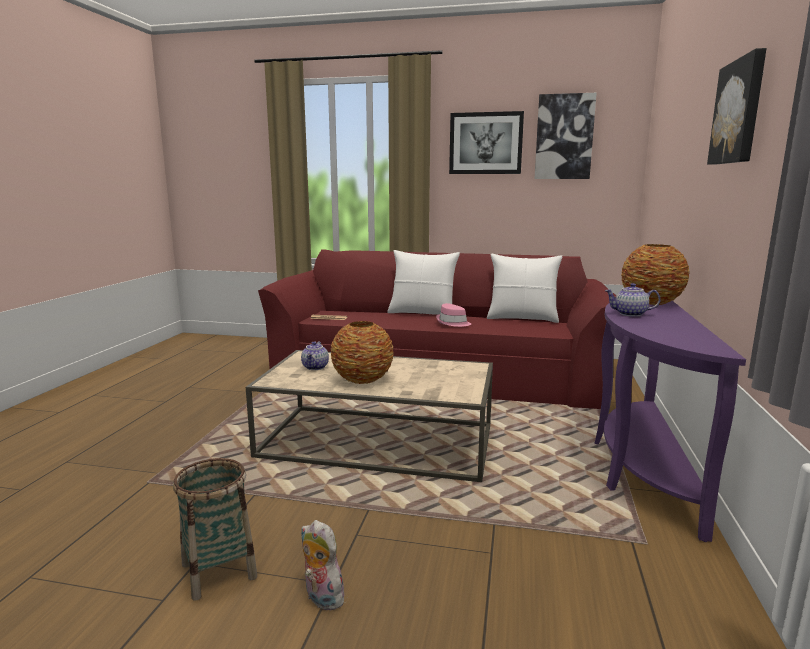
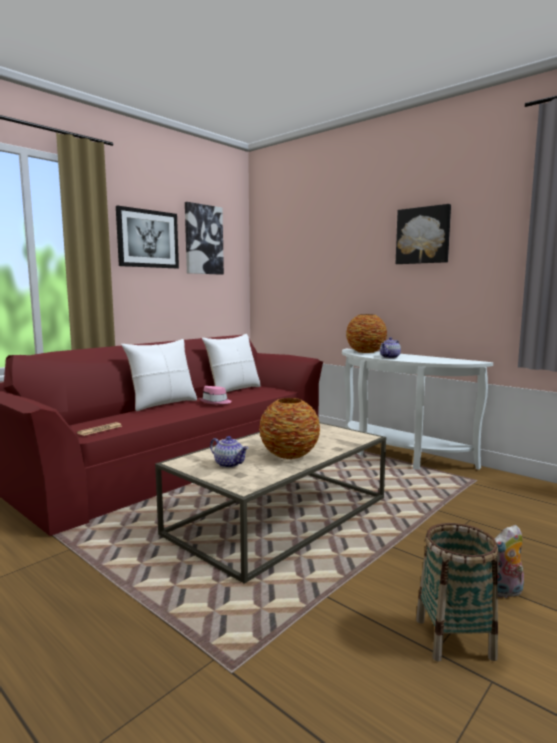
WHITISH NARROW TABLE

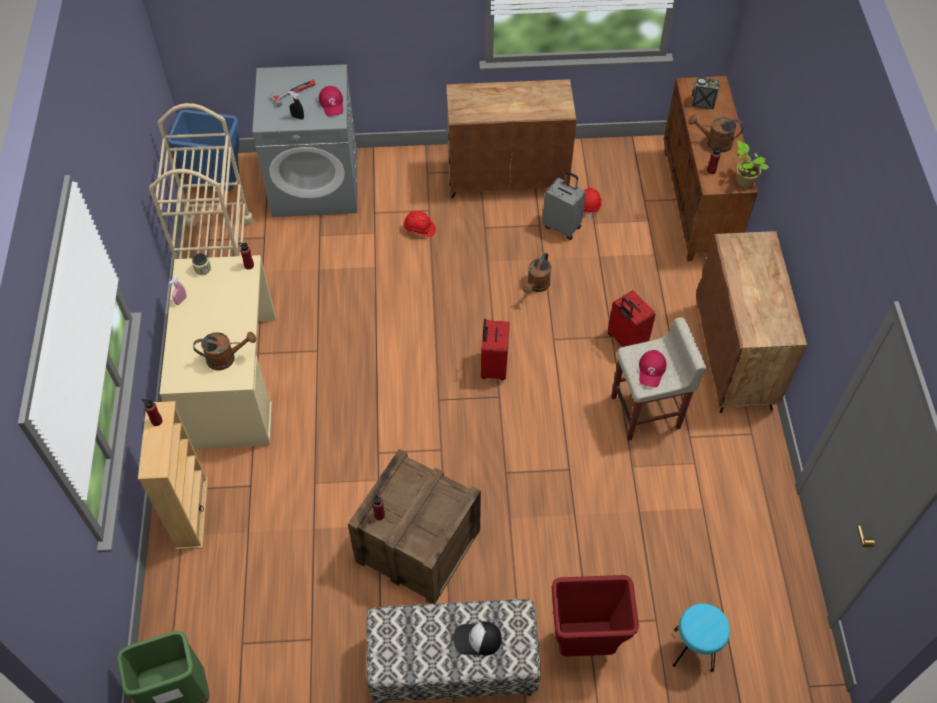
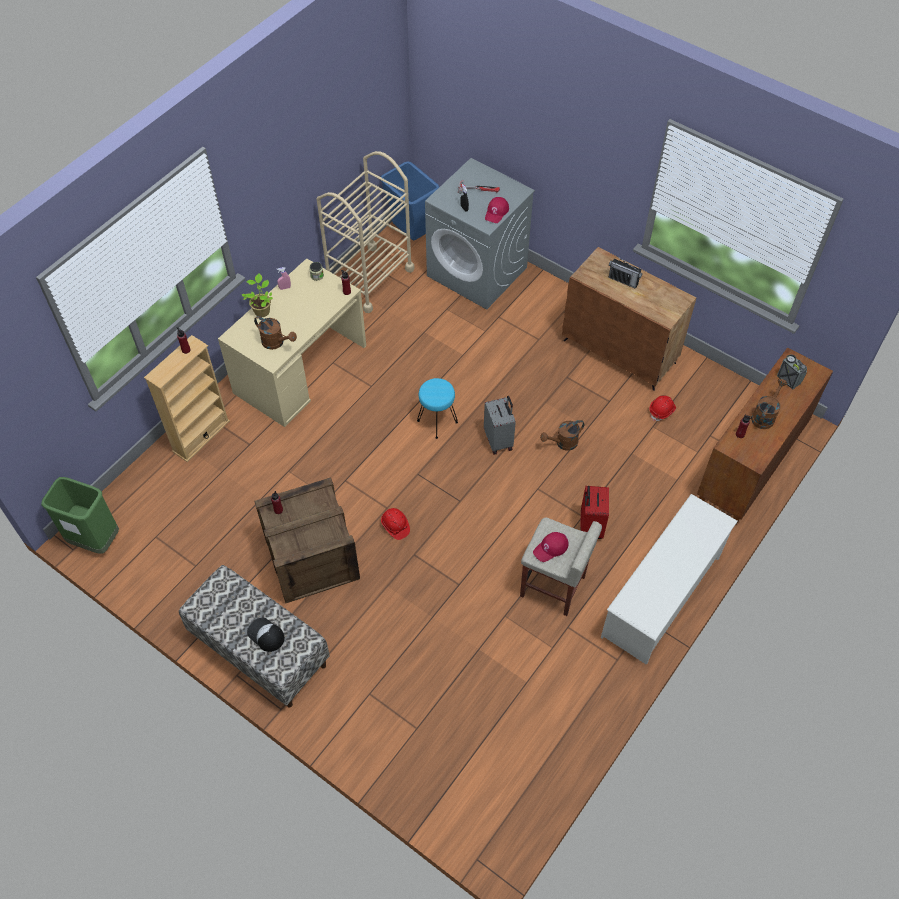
POTTED PLANT; REDDISH WORK HELMET (1st from left); BLUE-GREEN STOOL; GREYISH PIECE OF LUGGAGE; WHITISH SHOE STAND; RADIO SET (1st from left); BROWN-COLOURED SPRINKLING CAN (3rd from left); REDDISH PIECE OF LUGGAGE (1st from left in the first image); REDDISH TRASH CAN

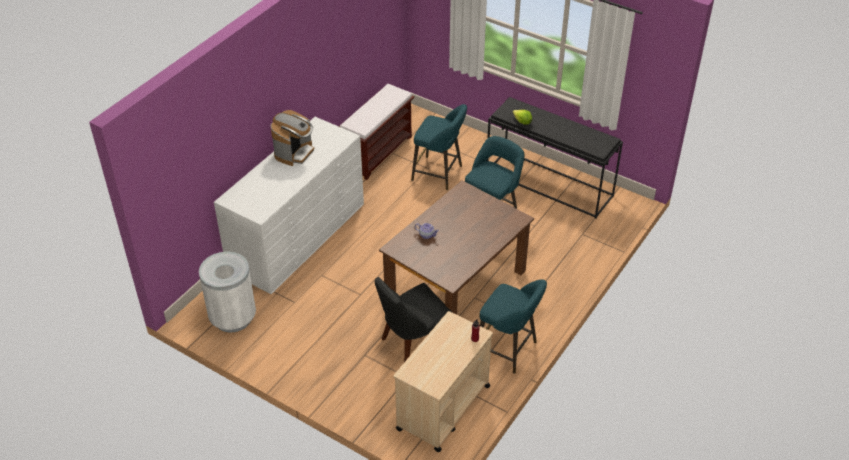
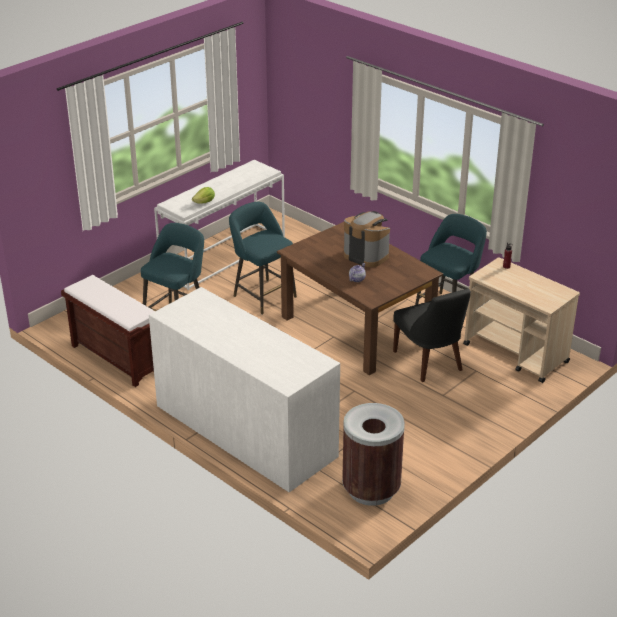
WHITISH NARROW TABLE; BROWN-COLOURED TRASH CAN; COFFEE MAKER

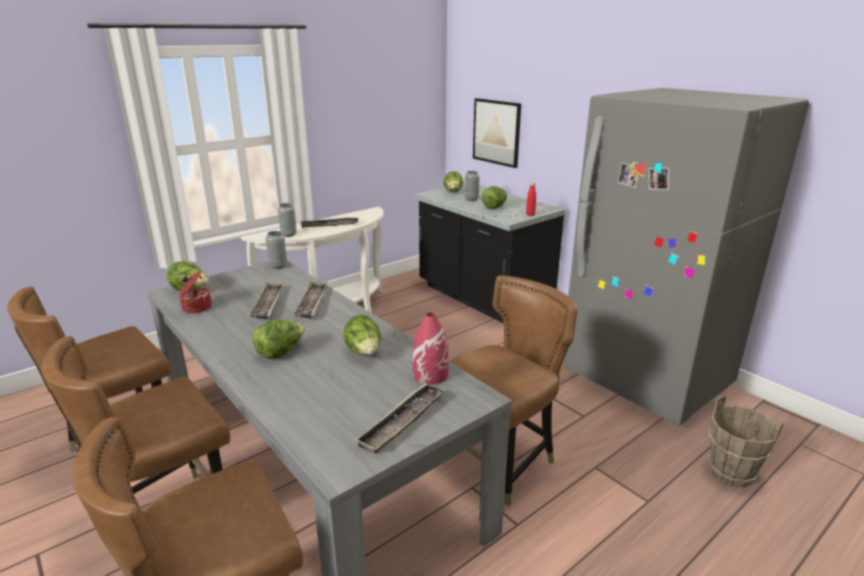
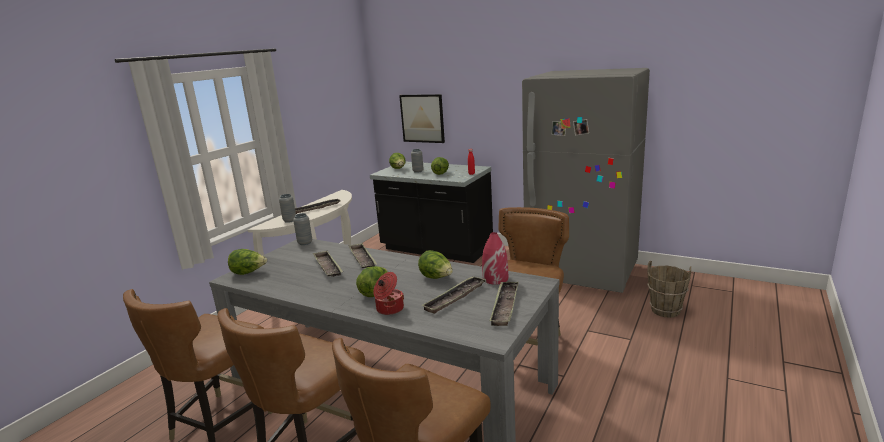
SAUCEPOT; CARRYING TRAY (4th from left)

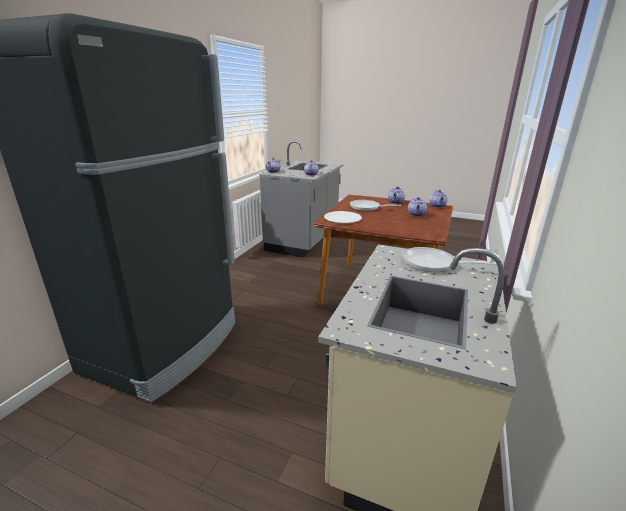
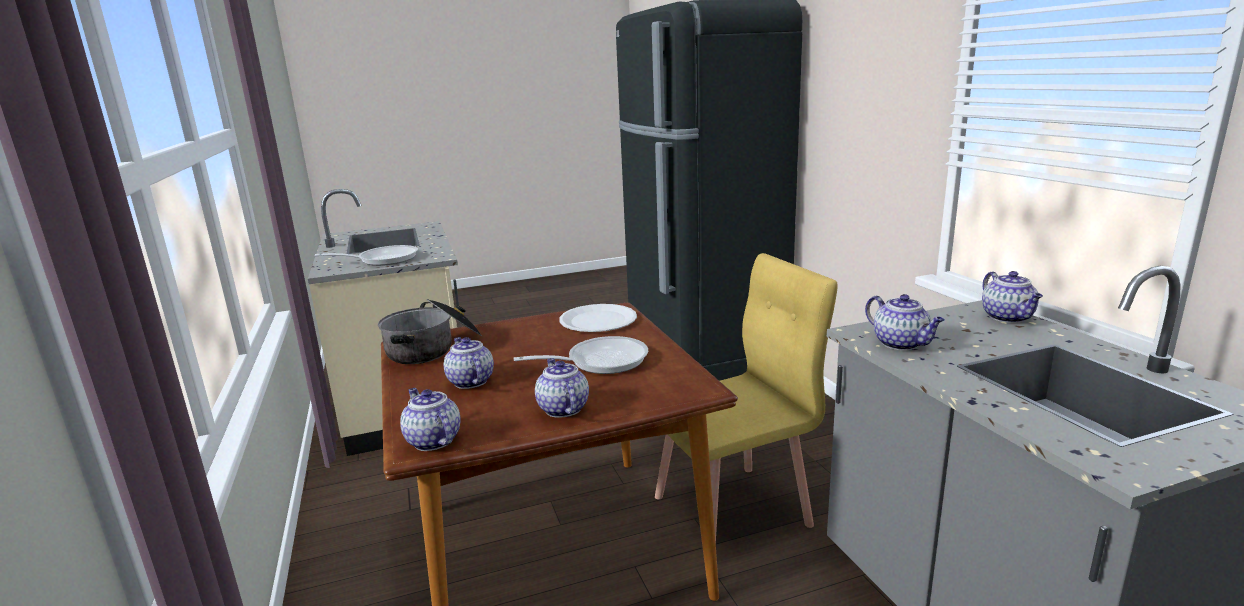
SAUCEPOT; YELLOWISH CHAIR

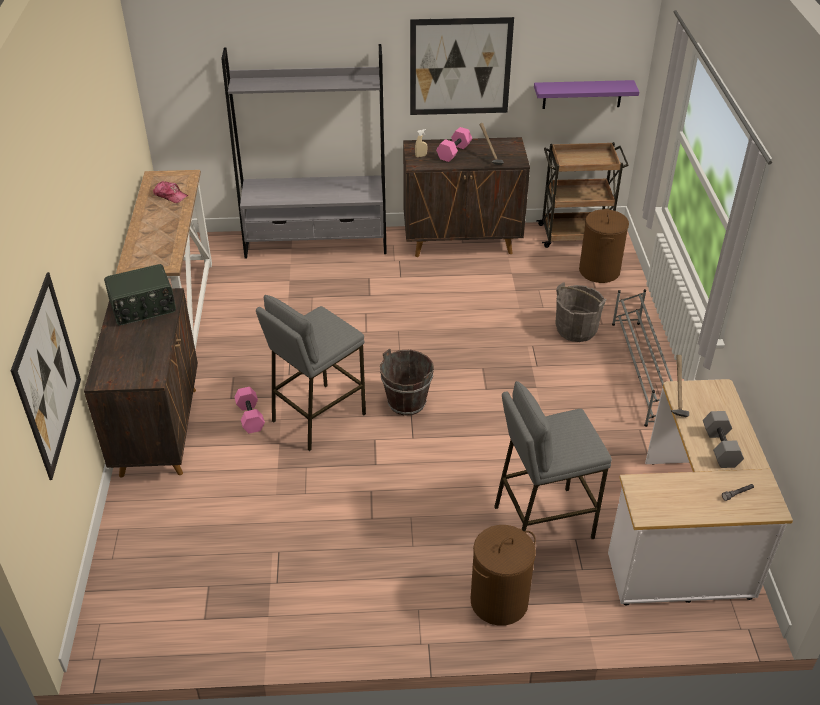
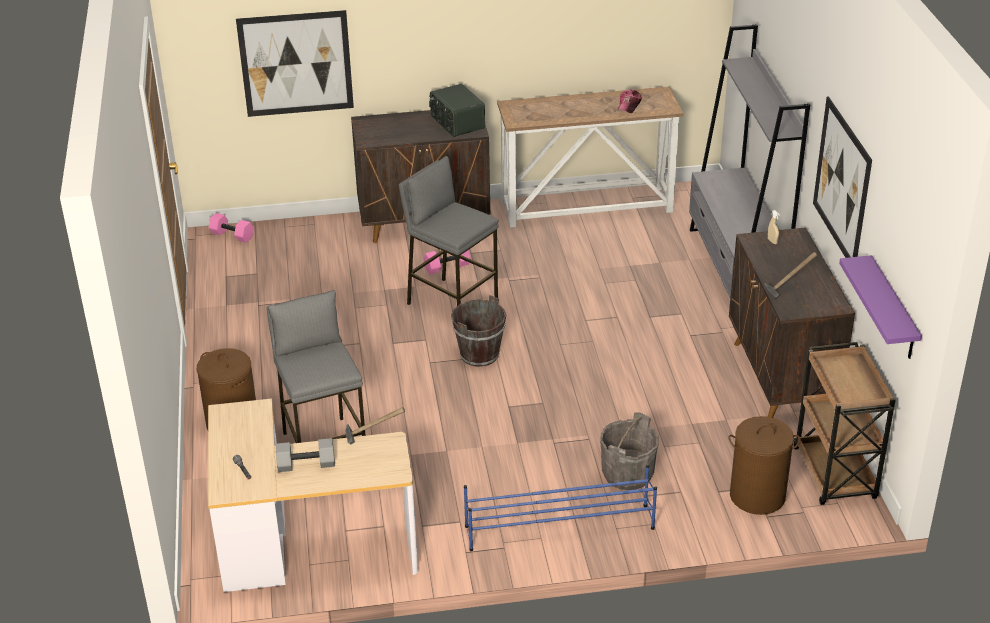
PINK-COLOURED HAND WEIGHT (1st from left); BLUE SHOE STAND

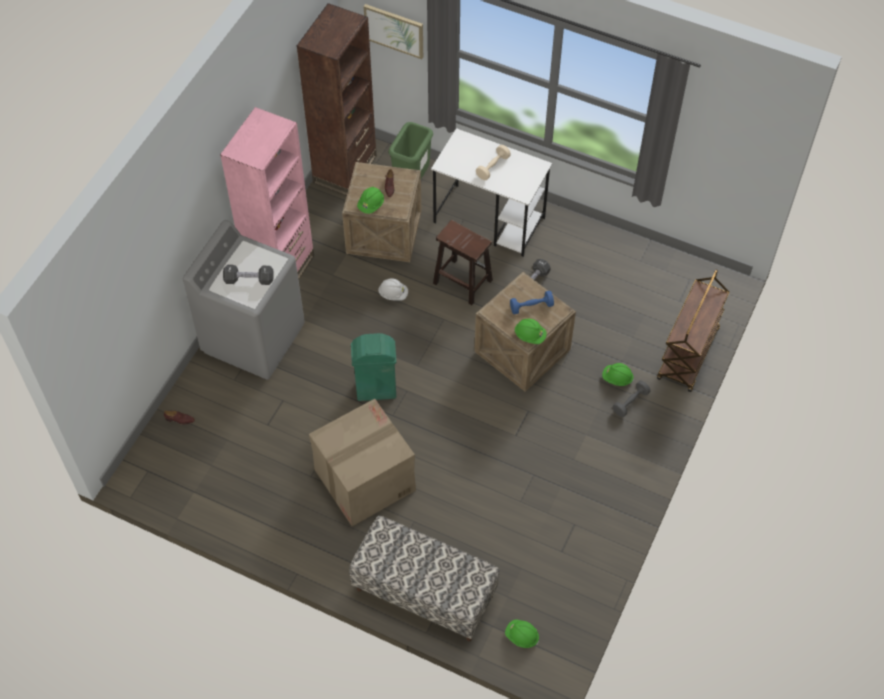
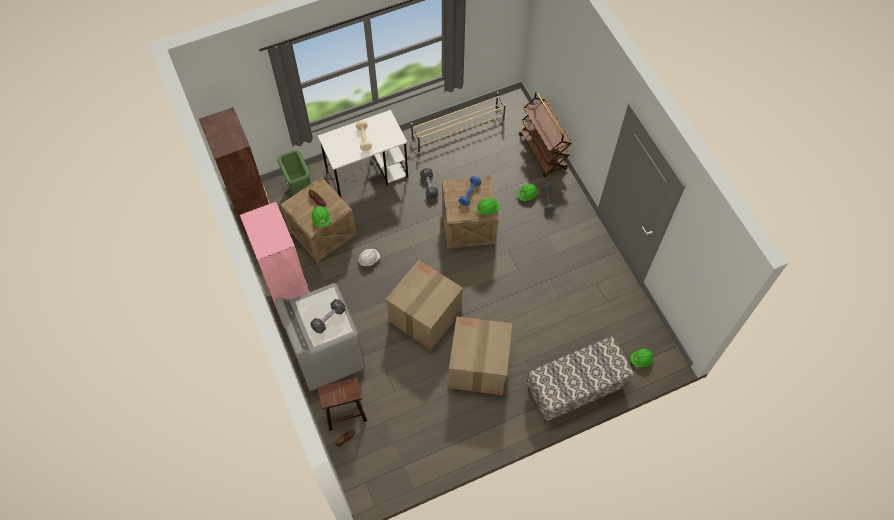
BROWN-COLOURED STOOL; PACKING BOX (1st from left); BEIGE SHOE STAND; WALL ART

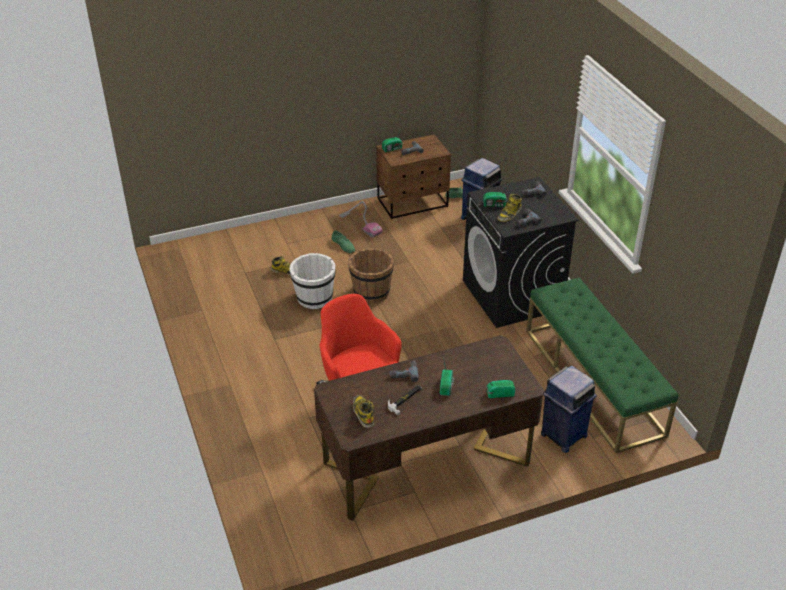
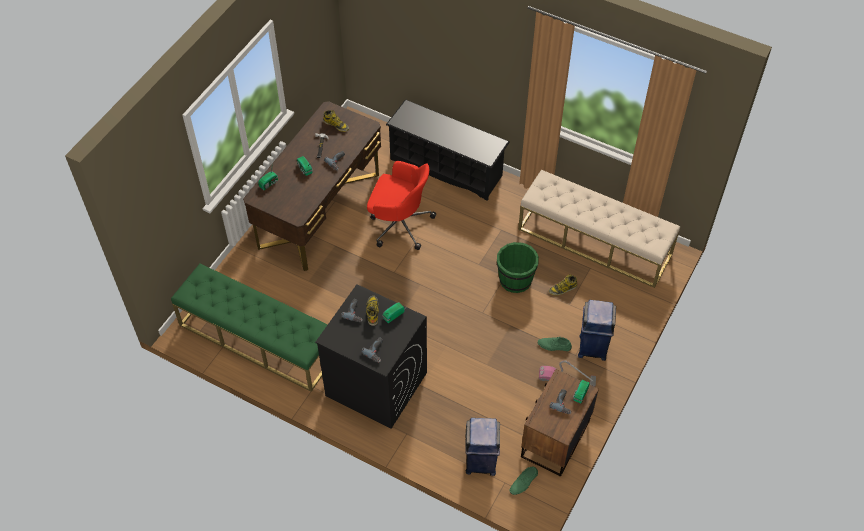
BLACK SHOE STAND; GREEN WATER BUCKET; BEIGE LONG SEAT; BLUE TRASH CAN (2nd from left); BROWN-COLOURED WATER BUCKET

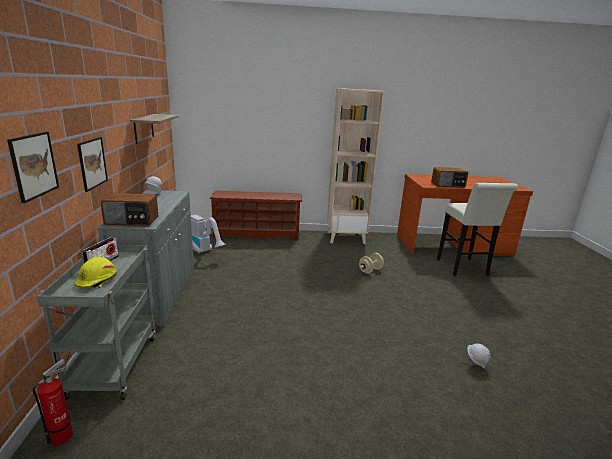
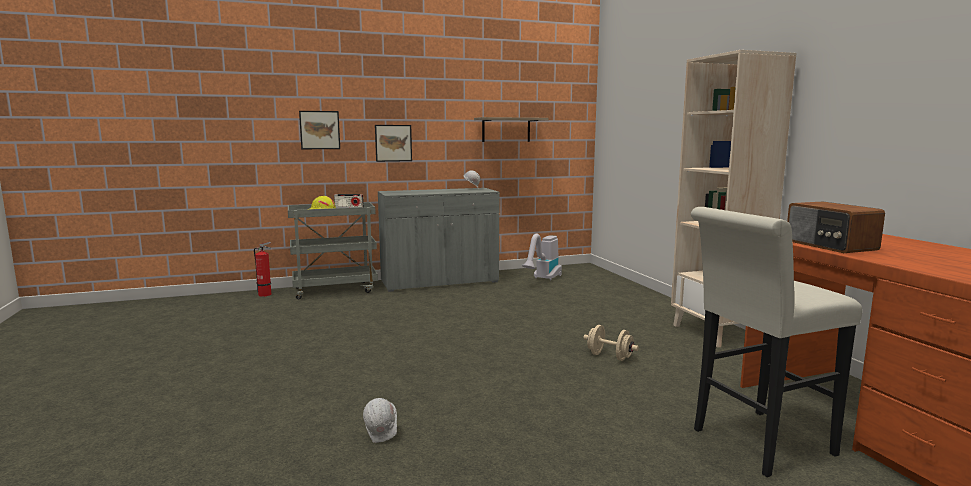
RADIO SET (2nd from left in the first image); BROWN-COLOURED SHOE STAND

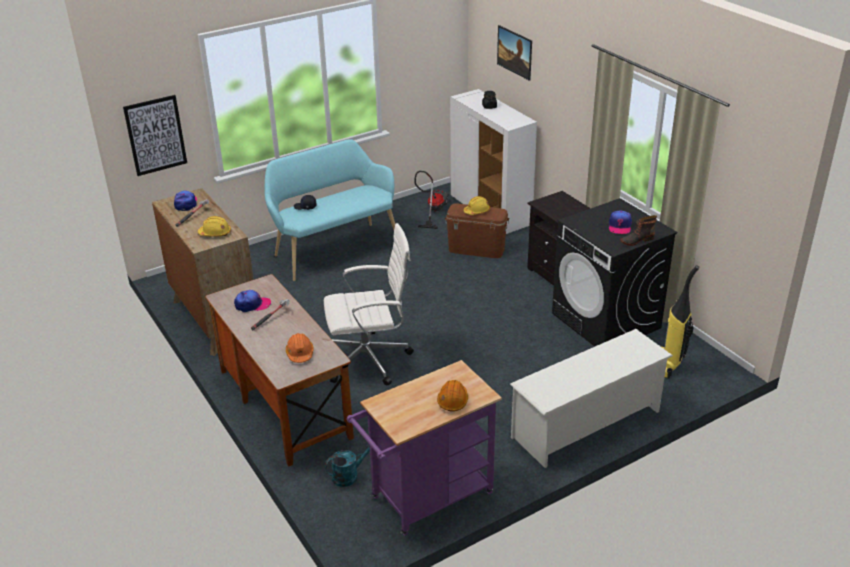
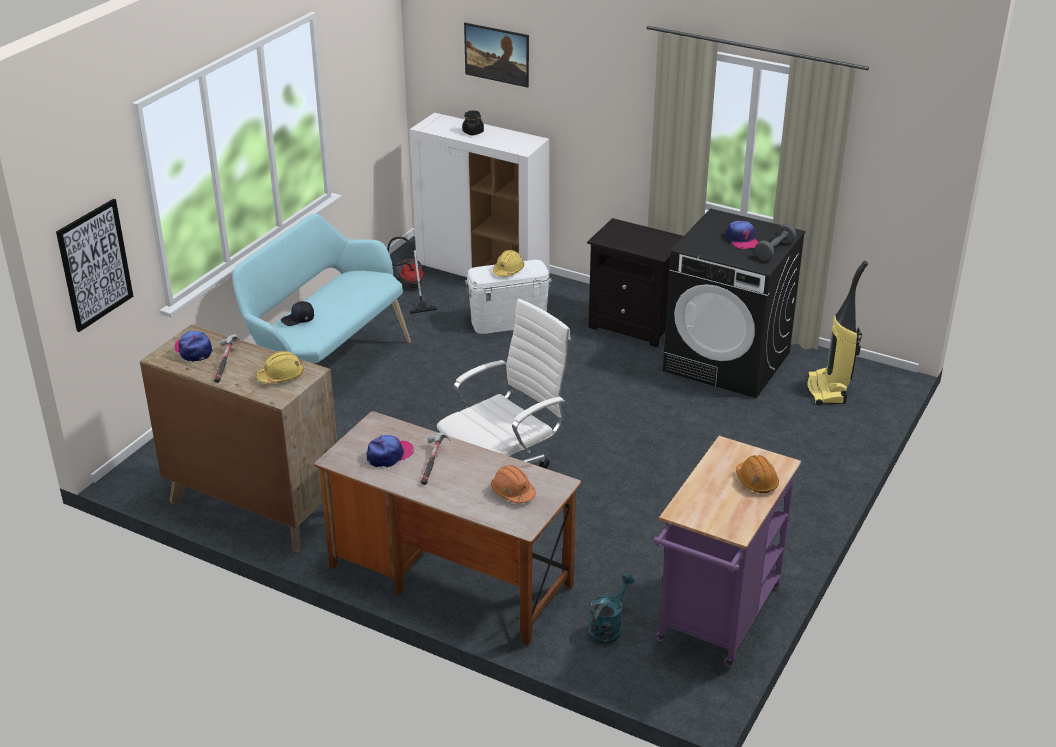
WHITISH STORAGE BOX; GREYISH HAND WEIGHT; WHITISH SHOE STAND

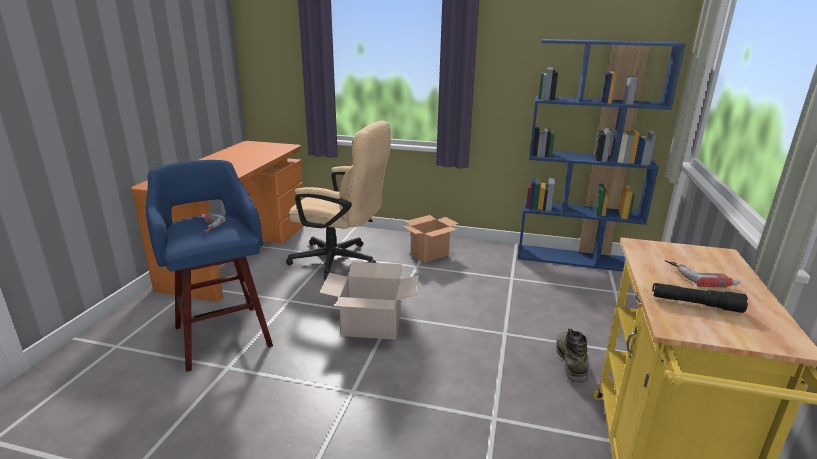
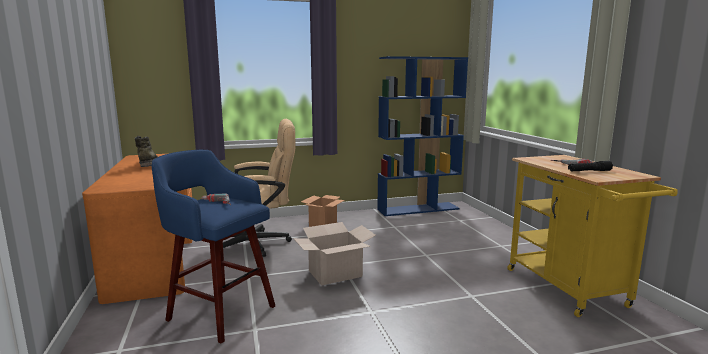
GREEN HIGH-TOP BOOT

